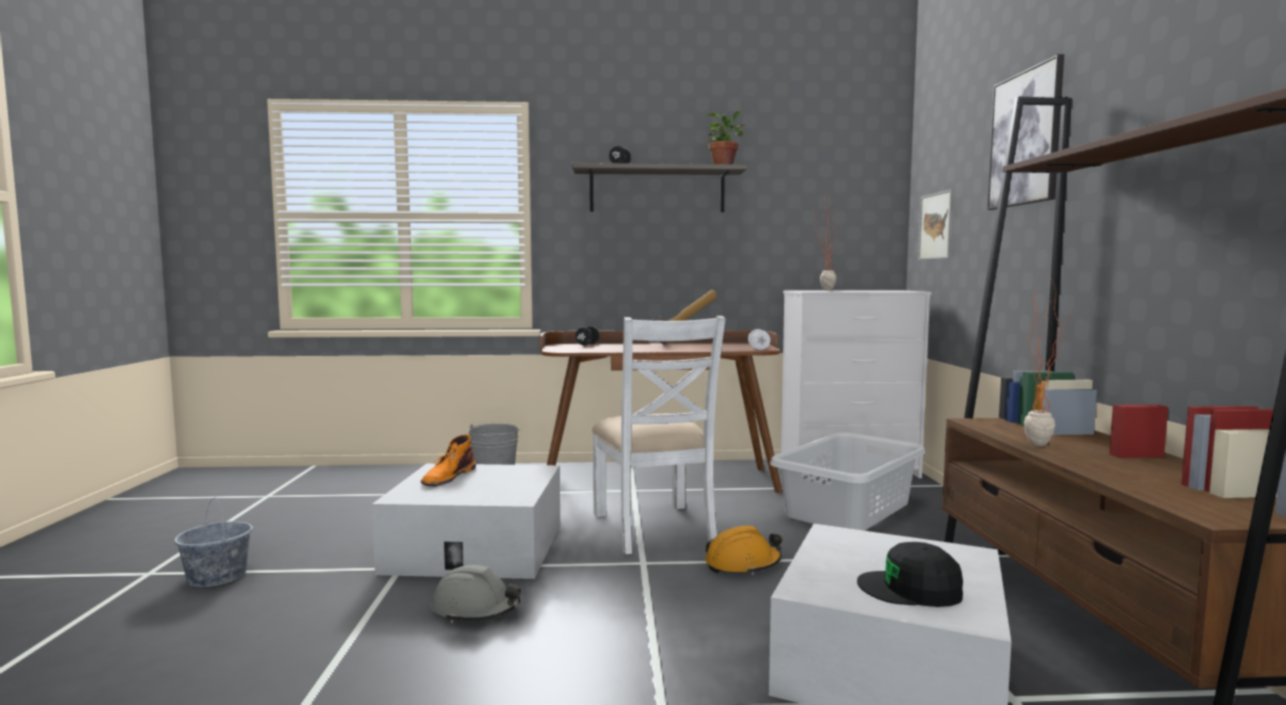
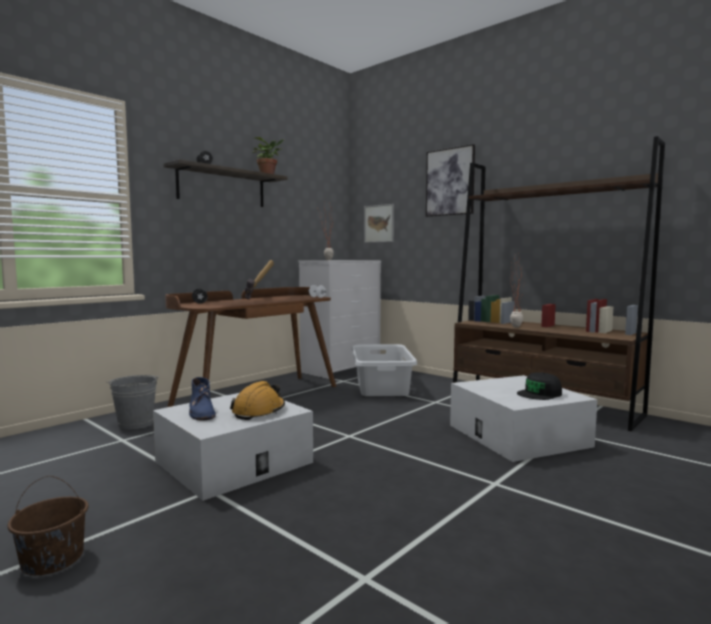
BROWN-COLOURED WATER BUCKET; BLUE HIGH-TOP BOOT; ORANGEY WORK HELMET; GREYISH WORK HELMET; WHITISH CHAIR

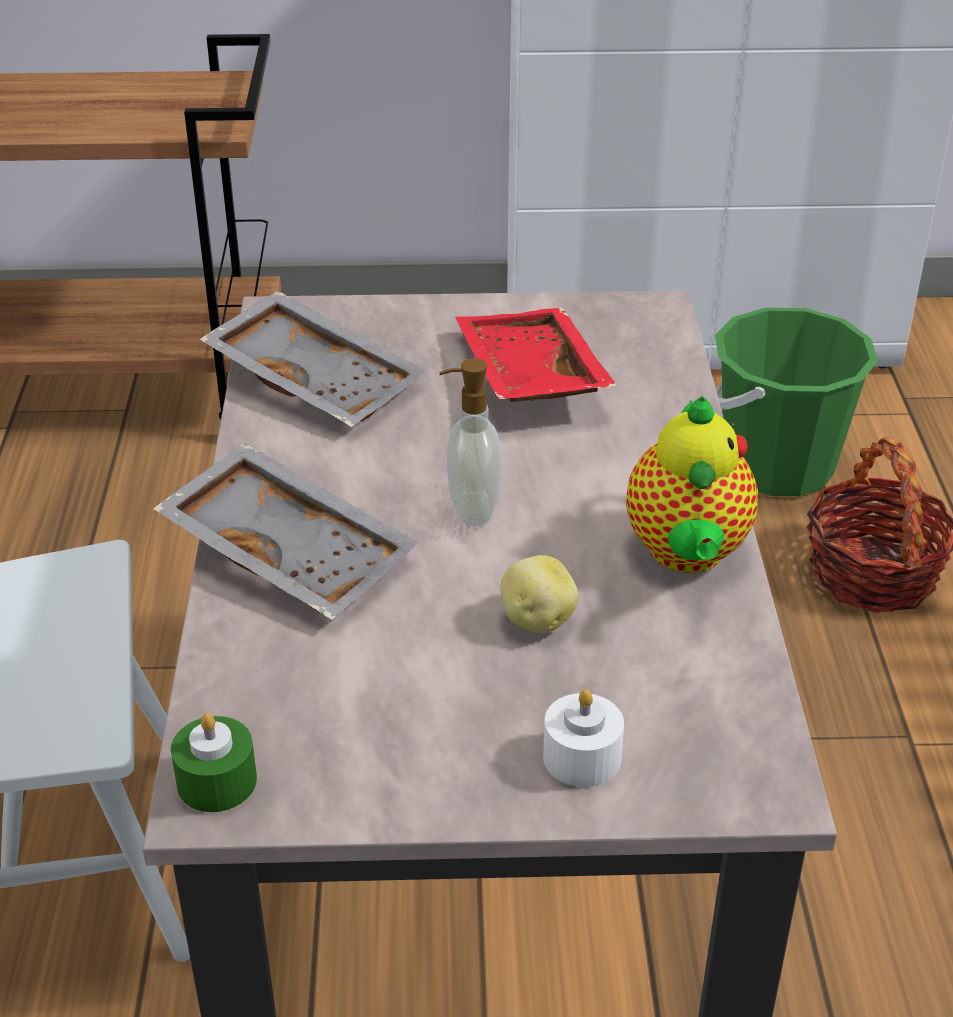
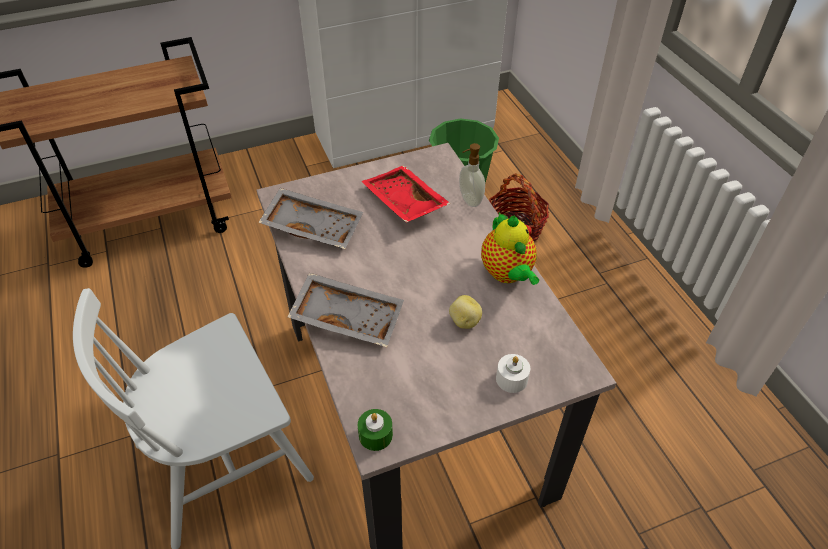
SOAP DISPENSER

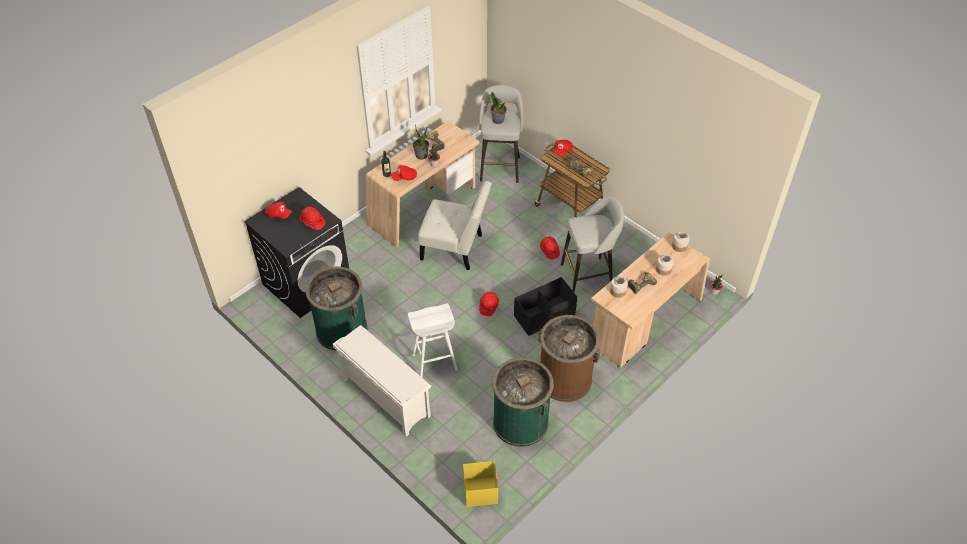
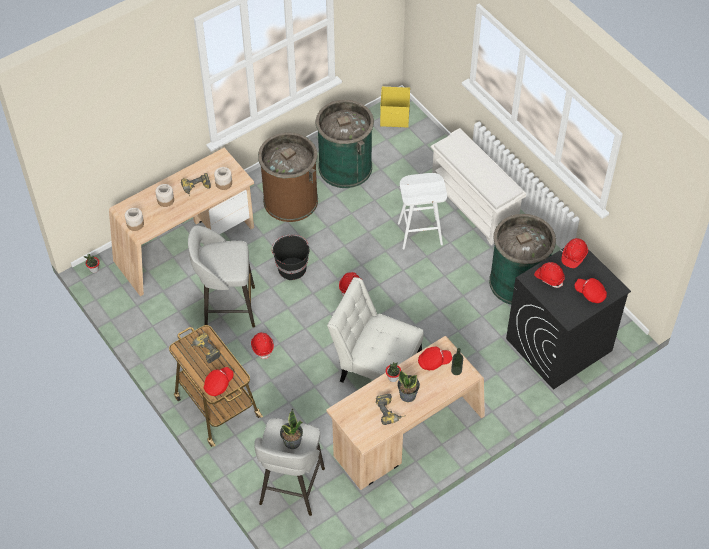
BLACK WATER BUCKET; REDDISH WORK HELMET (4th from left)

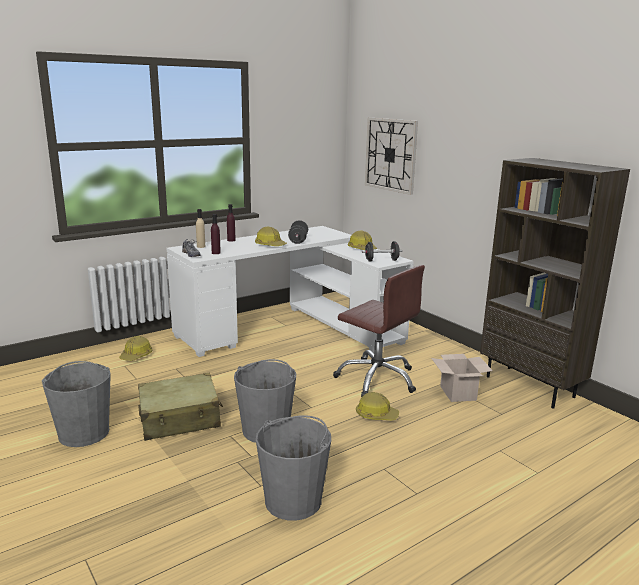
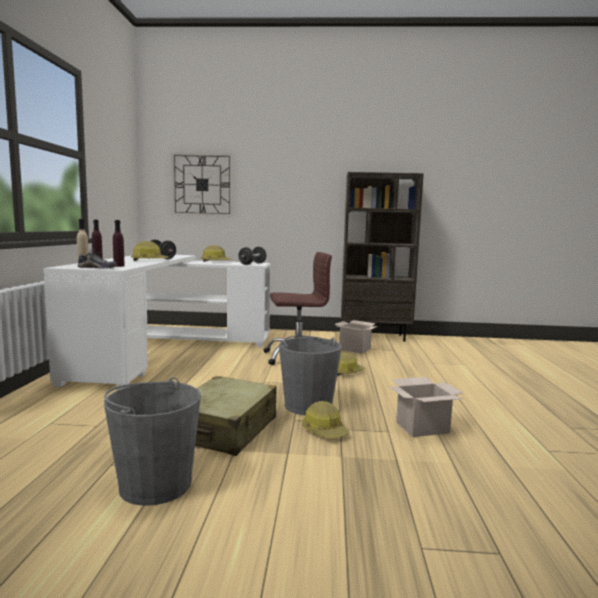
WORK HELMET (3rd from left); PACKING BOX (2nd from left)

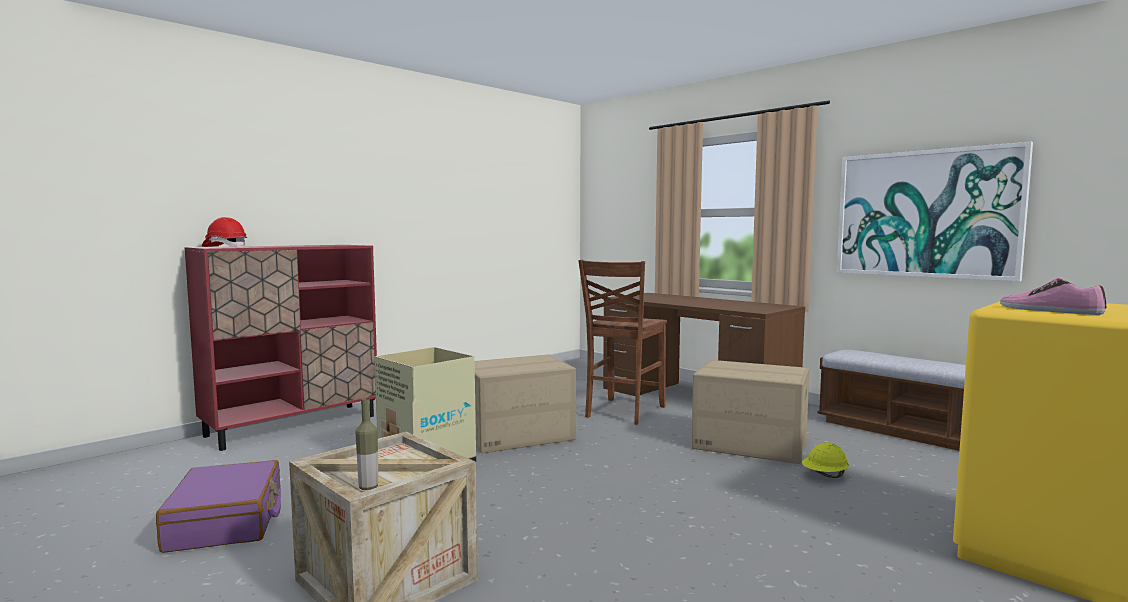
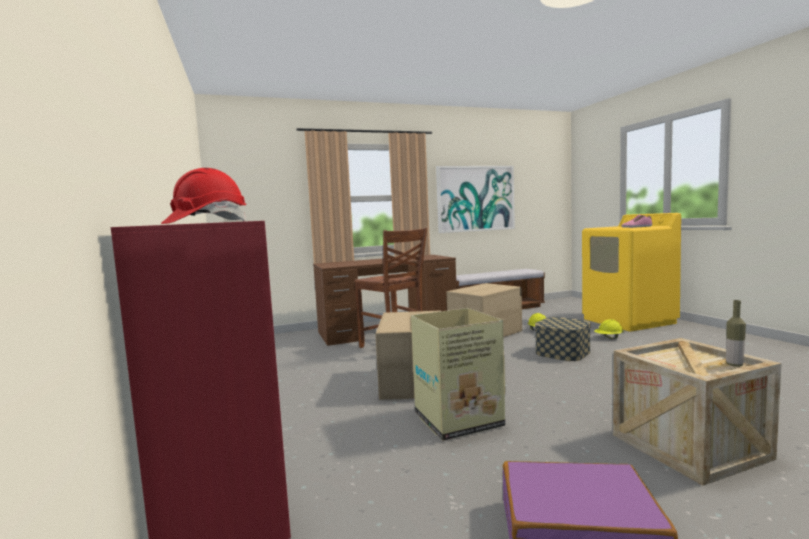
STORAGE BOX; YELLOWISH WORK HELMET (2nd from left)

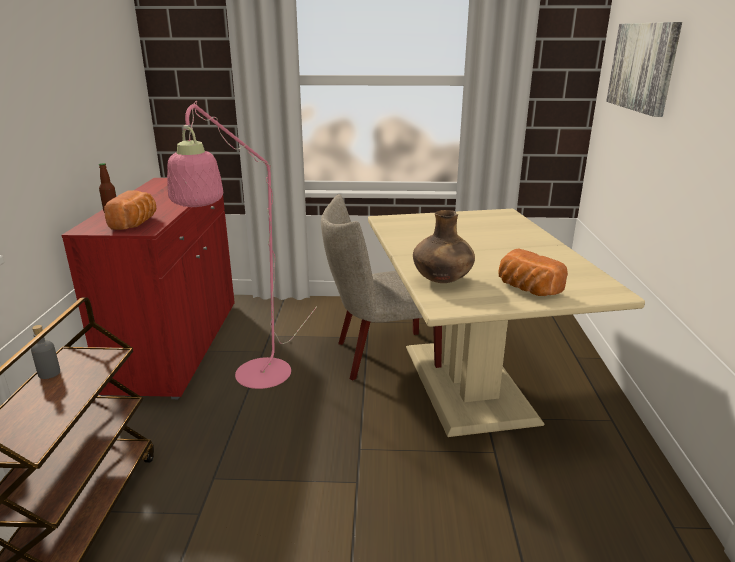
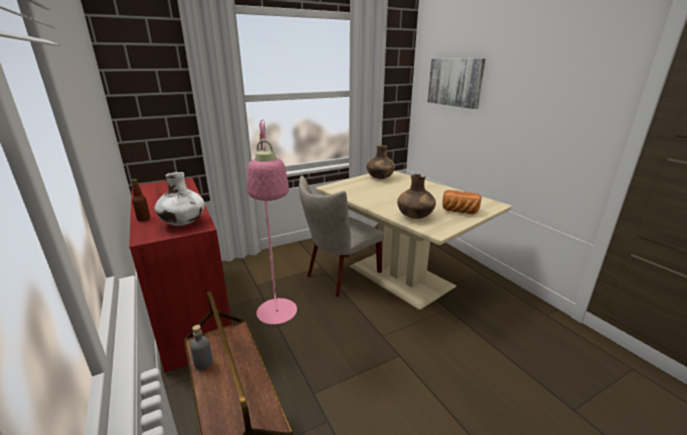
WHITISH DECORATIVE VASE; BROWN-COLOURED DECORATIVE VASE (1st from left)

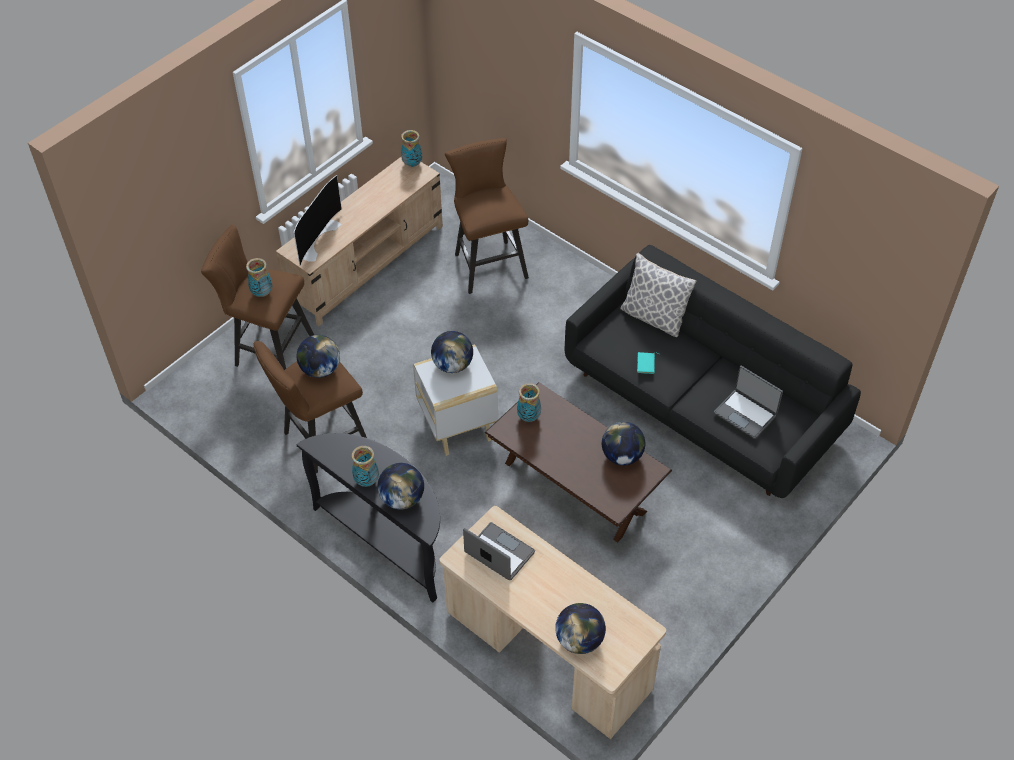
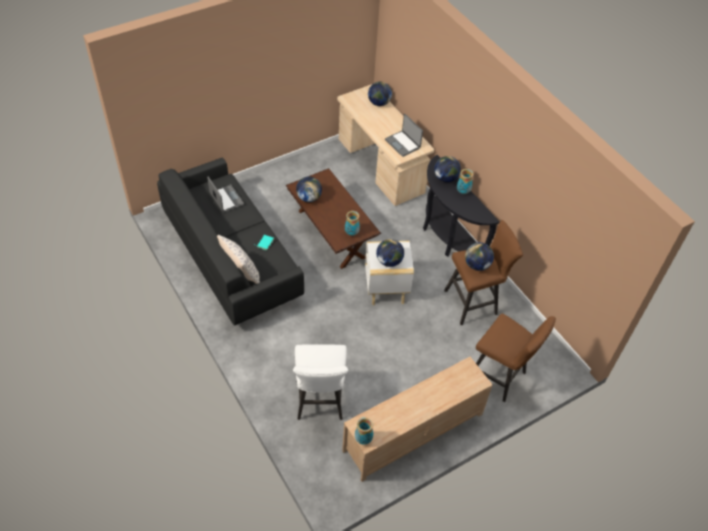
WHITISH STOOL; DECORATIVE VASE (1st from left in the first image); TV SET

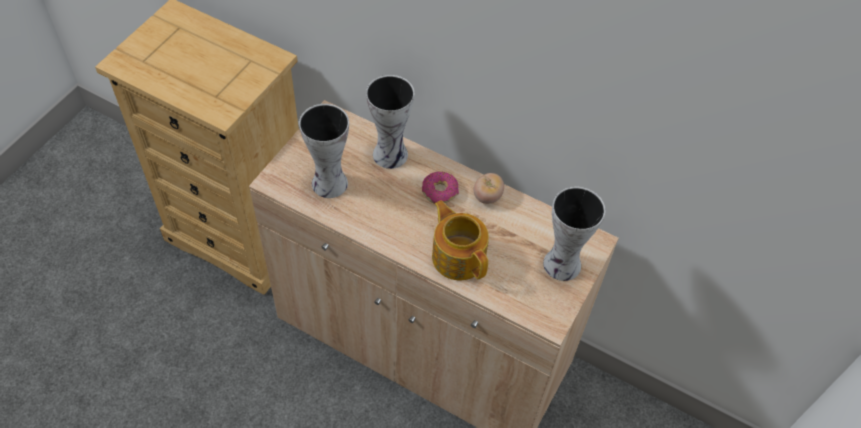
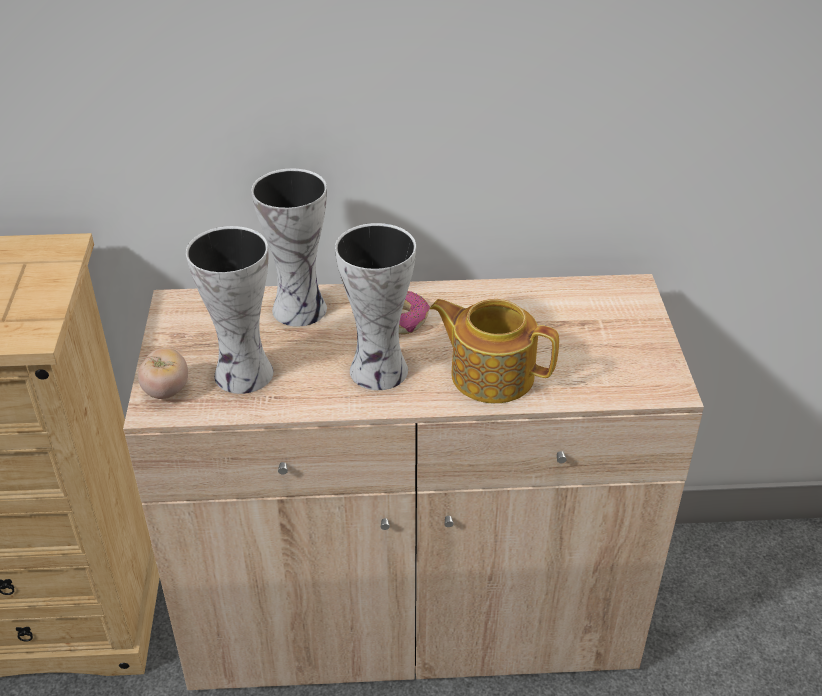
FRESH TOMATO; DECORATIVE VASE (3rd from left)

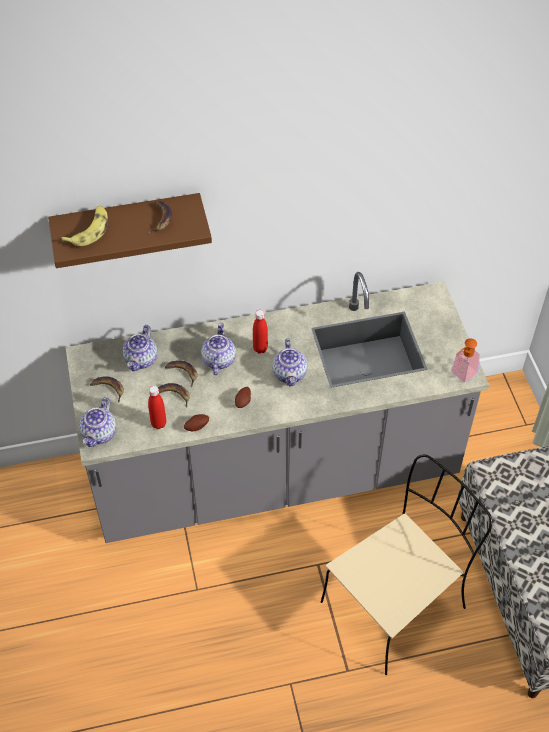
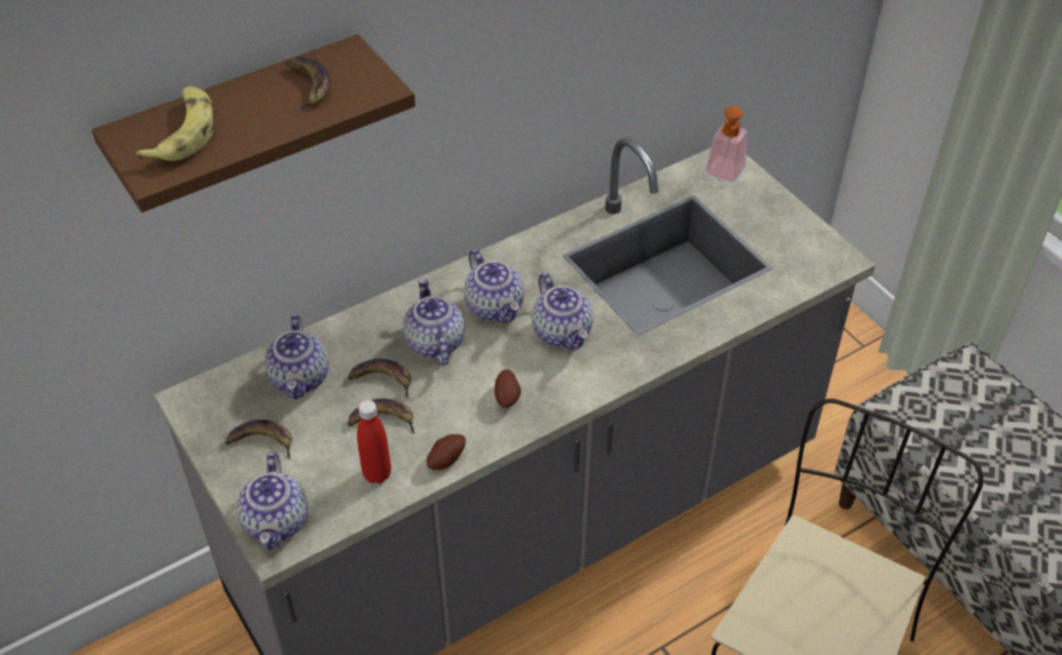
TEA POT (4th from left); SOAP DISPENSER

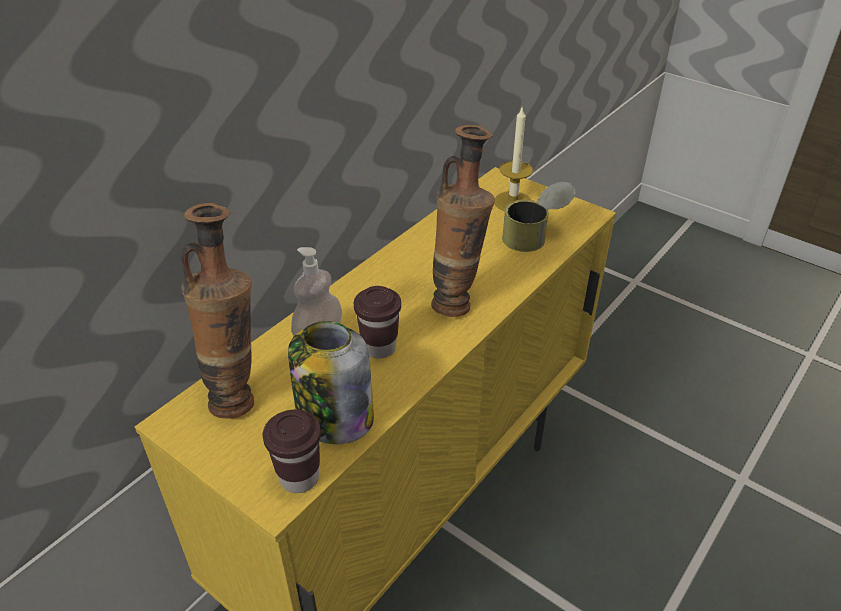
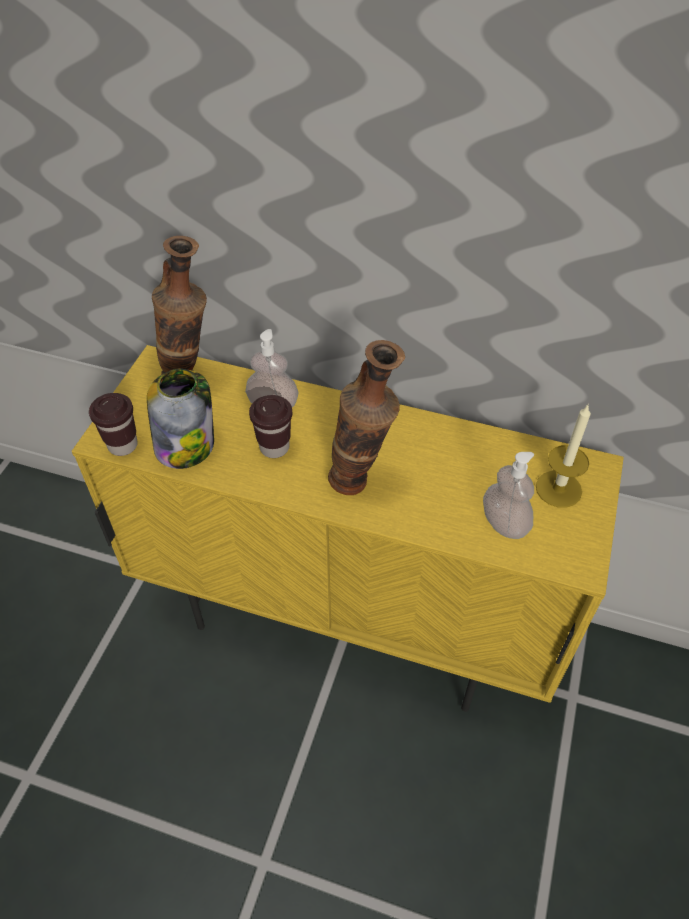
SOAP DISPENSER (2nd from left)

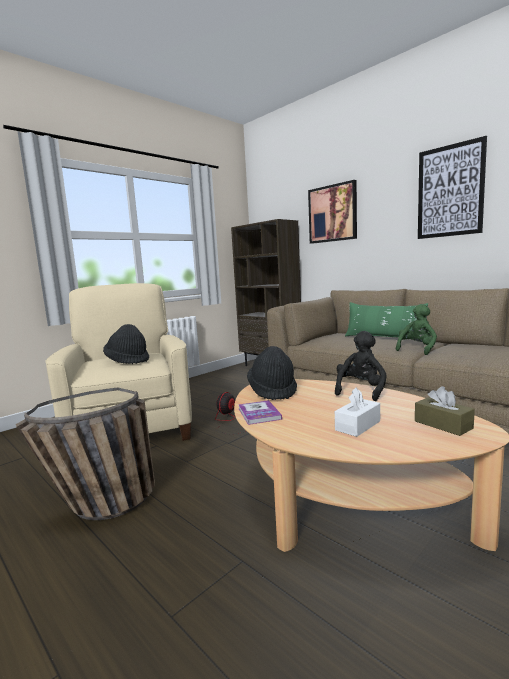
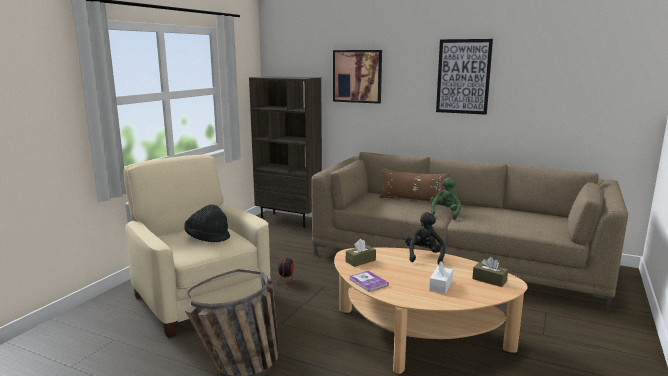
BROWN-COLOURED TISSUE BOX (1st from left); BROWN-COLOURED PILLOW

